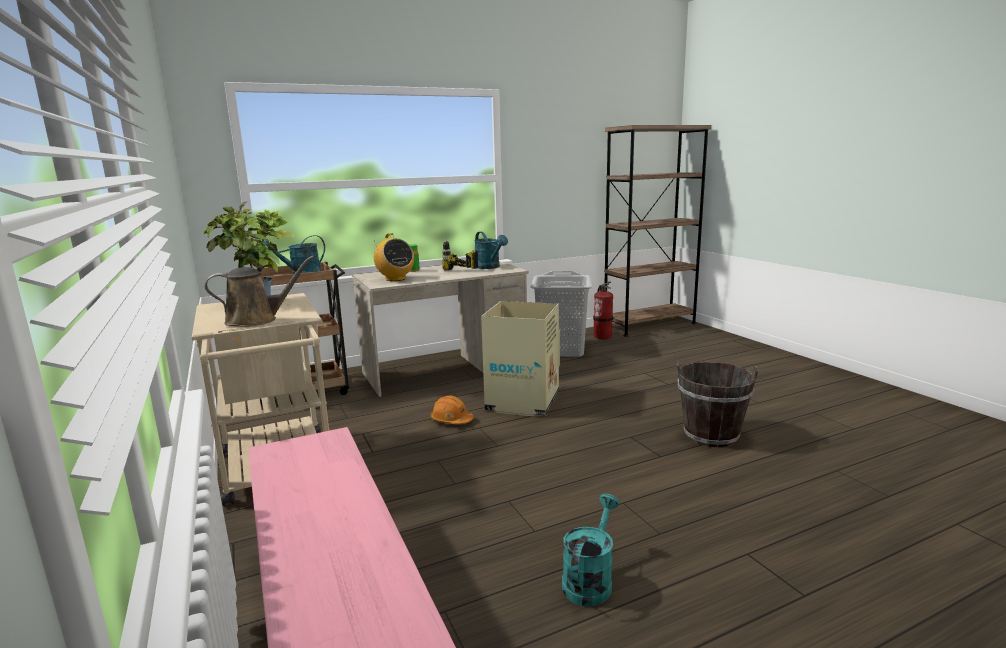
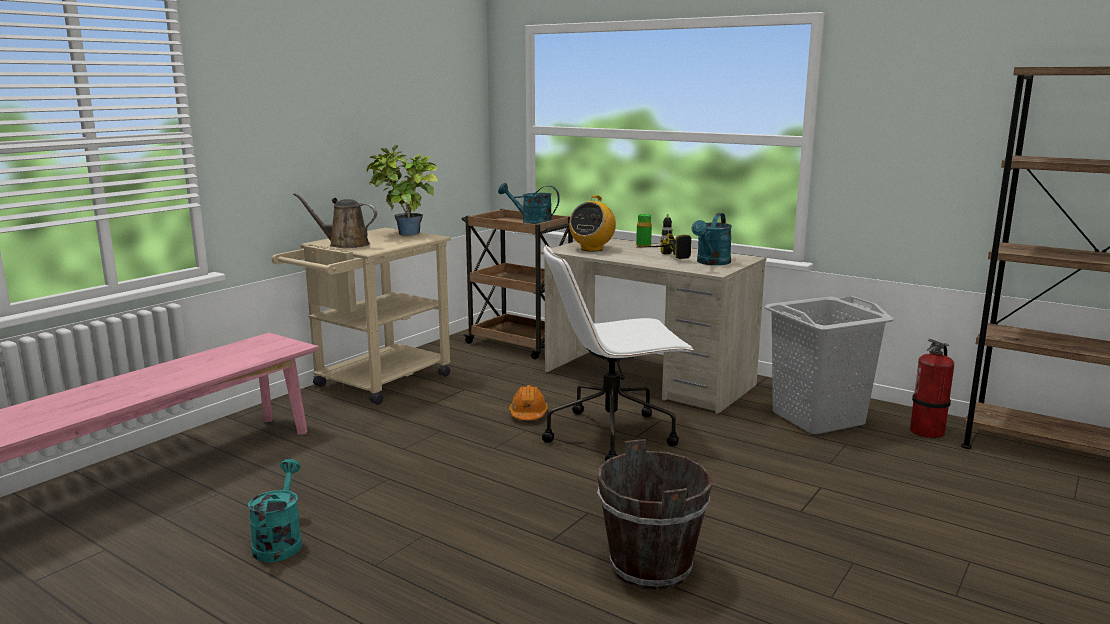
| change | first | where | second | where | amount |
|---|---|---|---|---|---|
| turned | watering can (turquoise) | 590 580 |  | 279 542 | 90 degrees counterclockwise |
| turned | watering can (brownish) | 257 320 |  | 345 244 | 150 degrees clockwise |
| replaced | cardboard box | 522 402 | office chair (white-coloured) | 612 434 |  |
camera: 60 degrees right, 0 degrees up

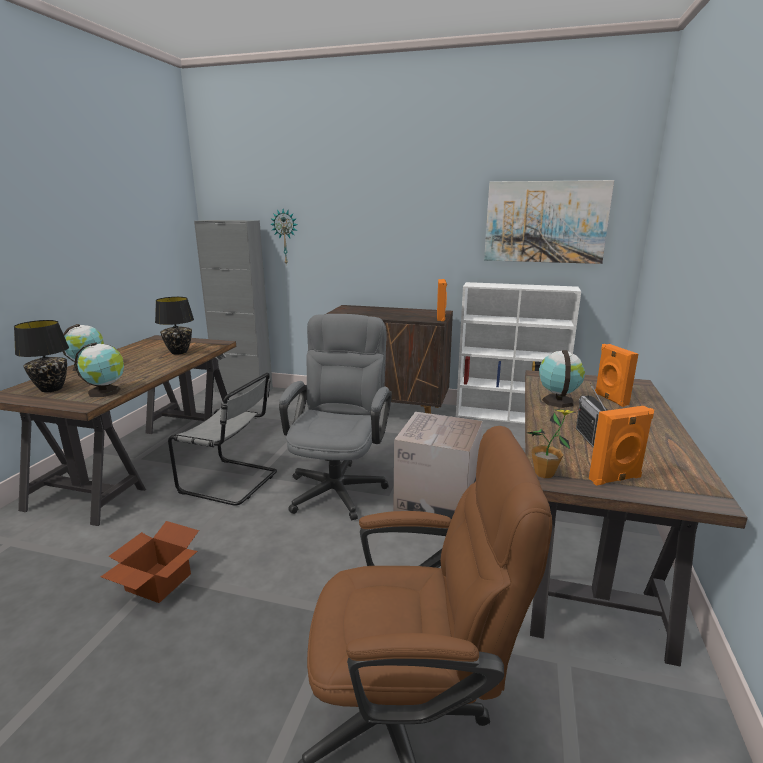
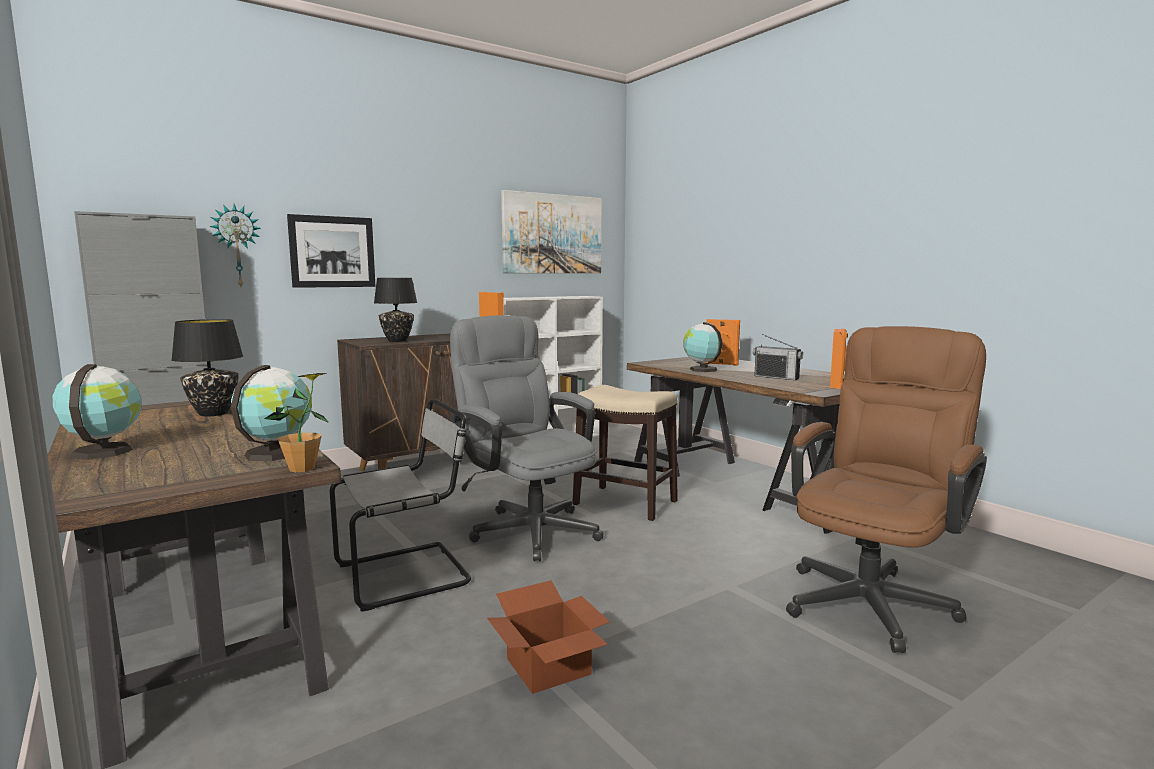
| change | first | where | second | where | amount |
|---|---|---|---|---|---|
| moved | houseplant | 544 473 |  | 302 468 |  |
| added |  |  | wall art | 332 252 |  |
| moved | tabletop lamp (black-coloured) | 52 389 |  | 397 341 |  |
| replaced | cardboard box | 436 499 | stool seat | 624 502 |  |
camera: 50 degrees left, 10 degrees down

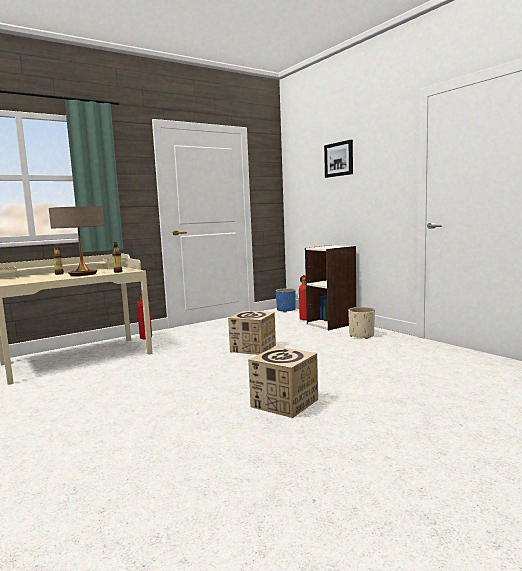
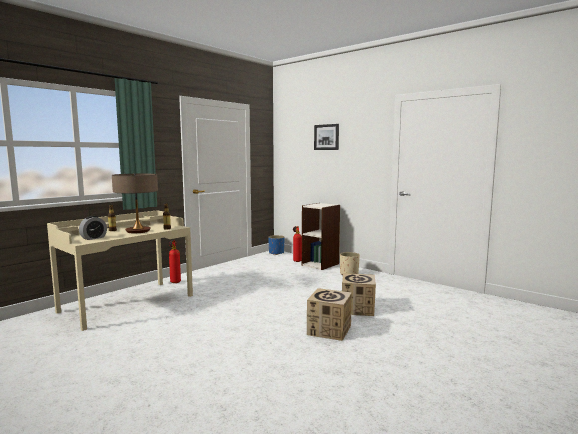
| change | first | where | second | where | amount |
|---|---|---|---|---|---|
| added |  |  | table clock | 93 238 |  |
| moved | cardboard box | 253 348 |  | 357 309 |  |
camera: 15 degrees left, 0 degrees up

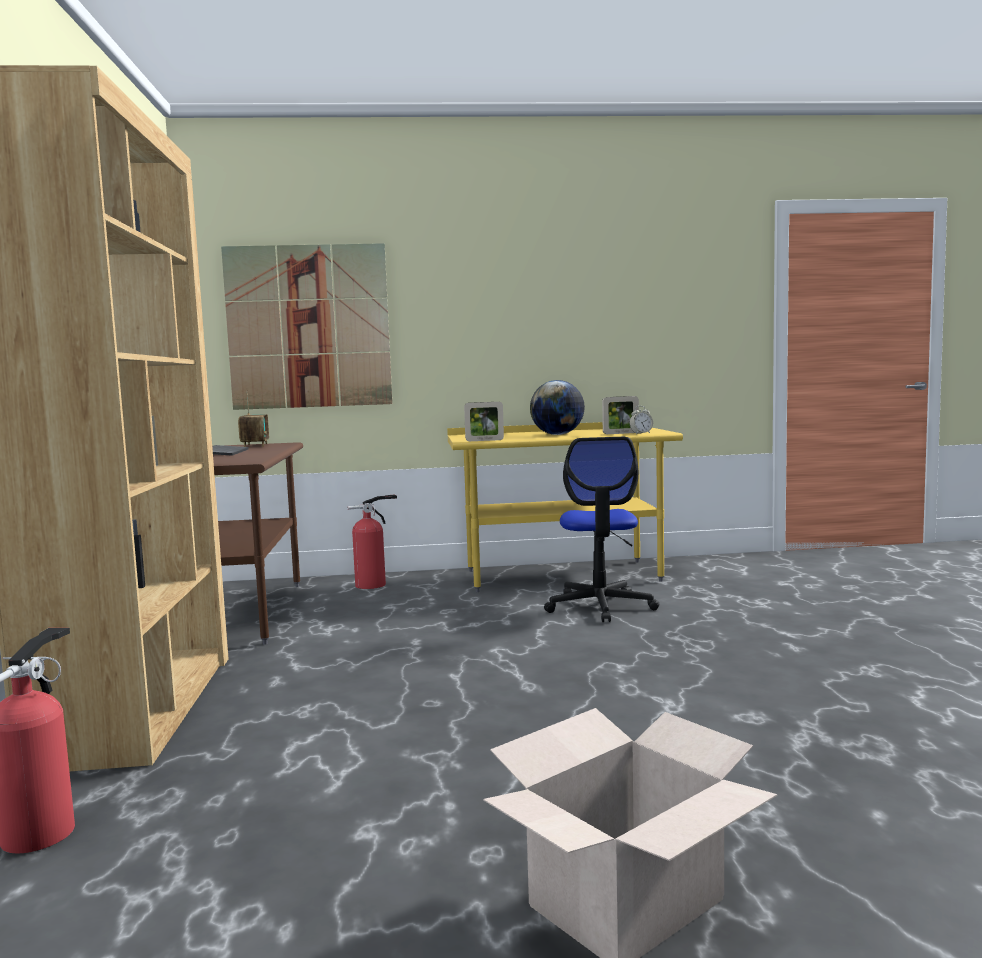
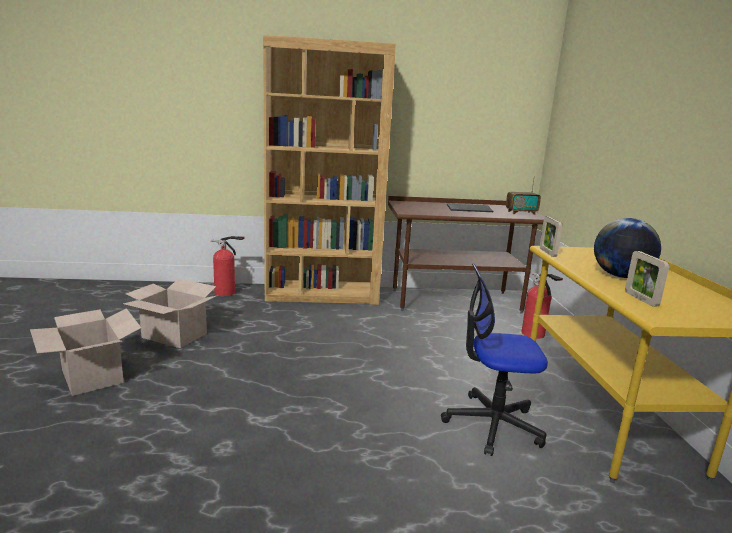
| change | first | where | second | where | amount |
|---|---|---|---|---|---|
| added |  |  | cardboard box | 175 335 |  |
| removed | wall art | 308 327 |  |  |  |
| removed | table clock | 641 433 |  |  |  |
camera: 90 degrees right, 10 degrees up

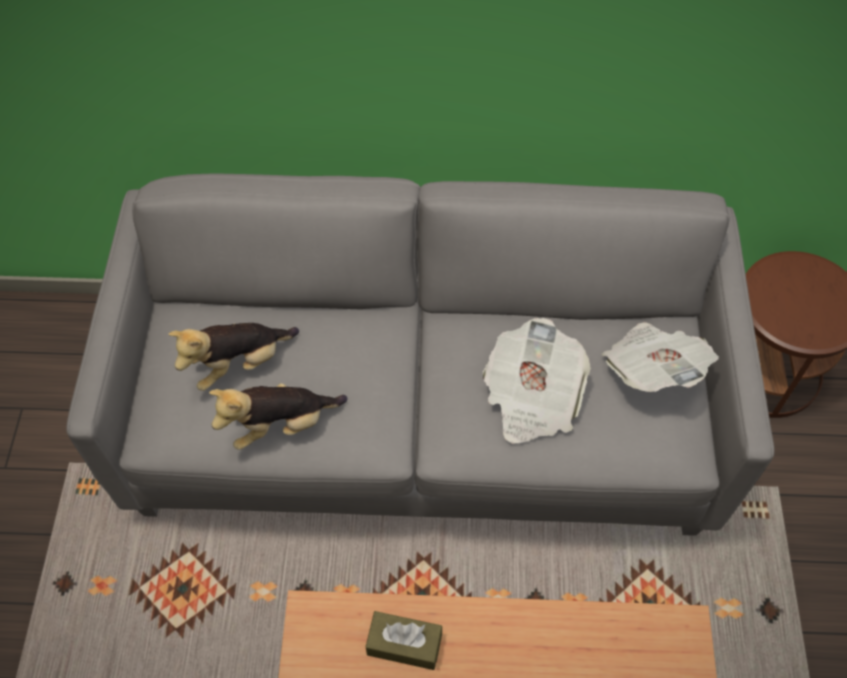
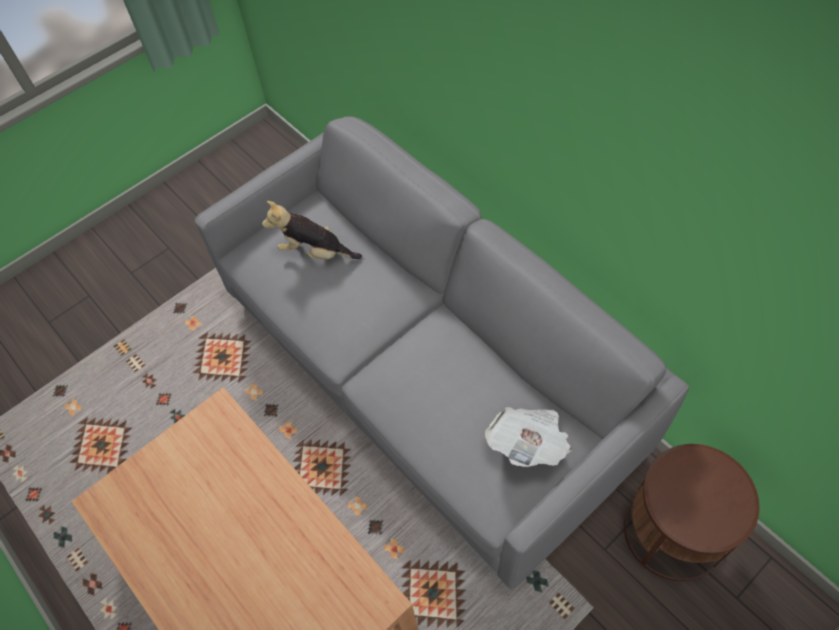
| change | first | where | second | where | amount |
|---|---|---|---|---|---|
| removed | plush toy | 281 425 |  |  |  |
| removed | tissue box (brownish) | 404 644 |  |  |  |
| removed | newspaper | 531 398 |  |  |  |
camera: 50 degrees right, 0 degrees up

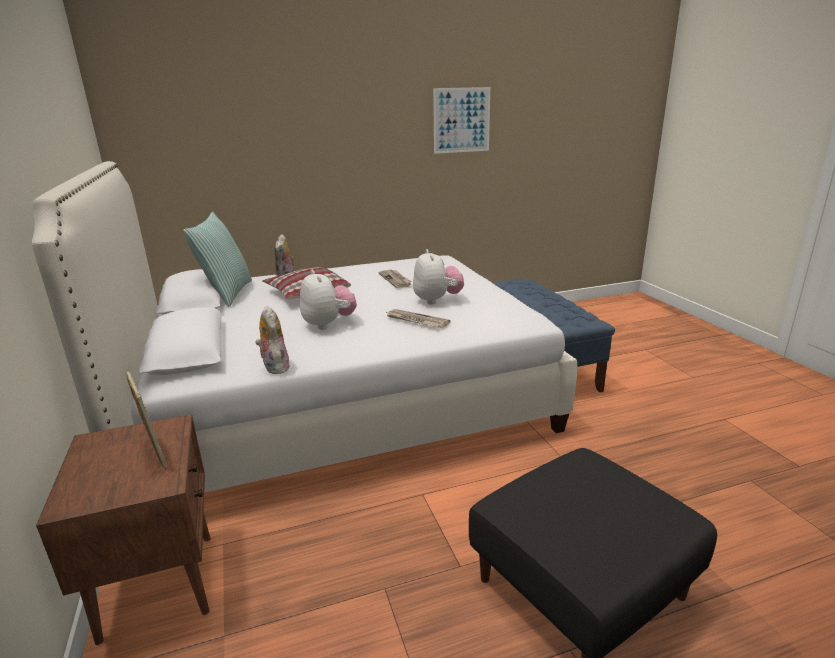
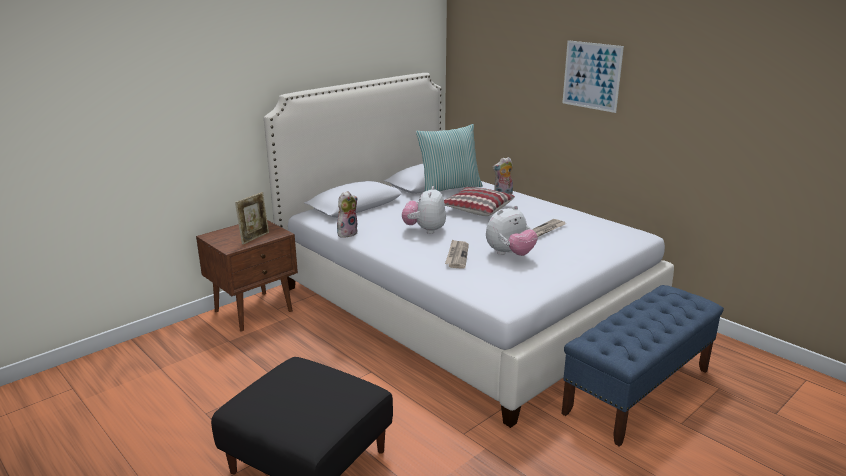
| change | first | where | second | where | amount |
|---|---|---|---|---|---|
| turned | plush toy | 328 324 |  | 425 230 | 150 degrees clockwise |
| moved | wall art | 461 120 |  | 591 76 |  |
camera: 65 degrees right, 0 degrees up

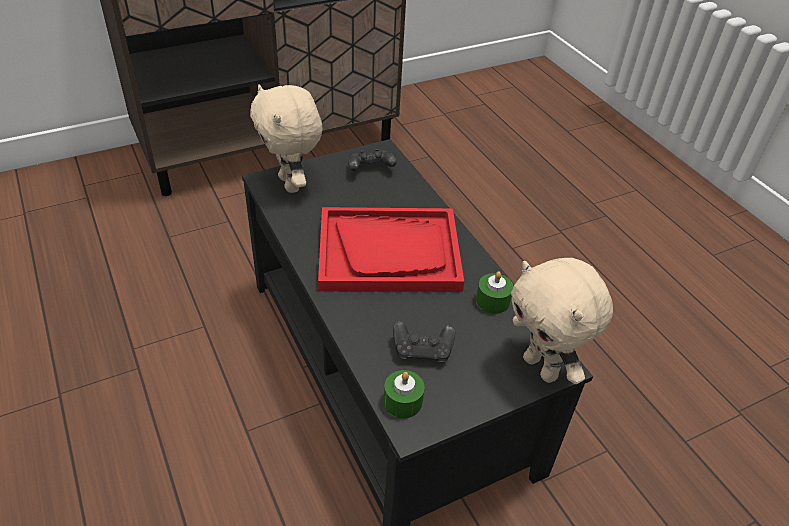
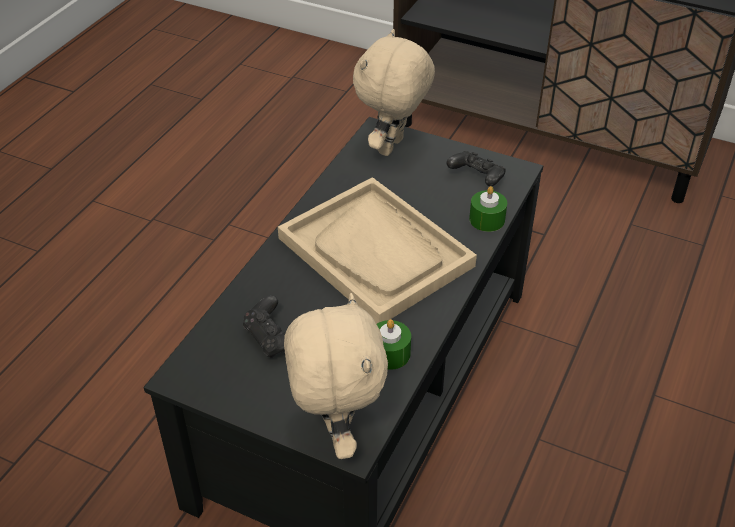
| change | first | where | second | where | amount |
|---|---|---|---|---|---|
| recoloured | carrying tray (reddish) | 389 252 | carrying tray (beige) | 376 252 |  |
| turned | plush toy (beige) | 542 368 |  | 336 432 | 150 degrees clockwise |
| moved | candle (green-coloured) | 403 401 |  | 487 219 |  |
camera: 55 degrees right, 0 degrees up

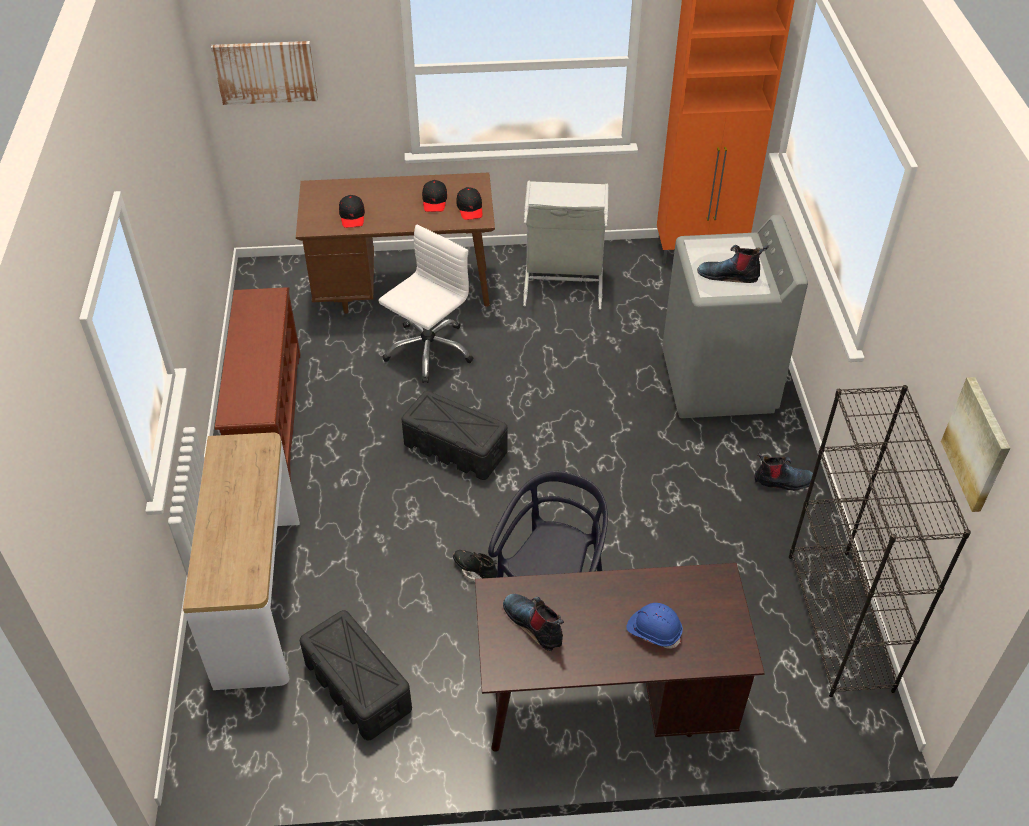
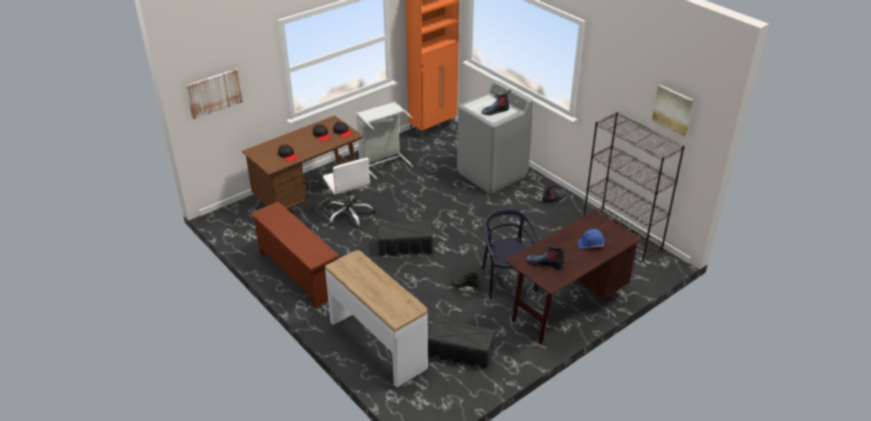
| change | first | where | second | where | amount |
|---|---|---|---|---|---|
| turned | office chair (white-coloured) | 428 350 |  | 349 214 | 150 degrees clockwise |
camera: 35 degrees left, 10 degrees down

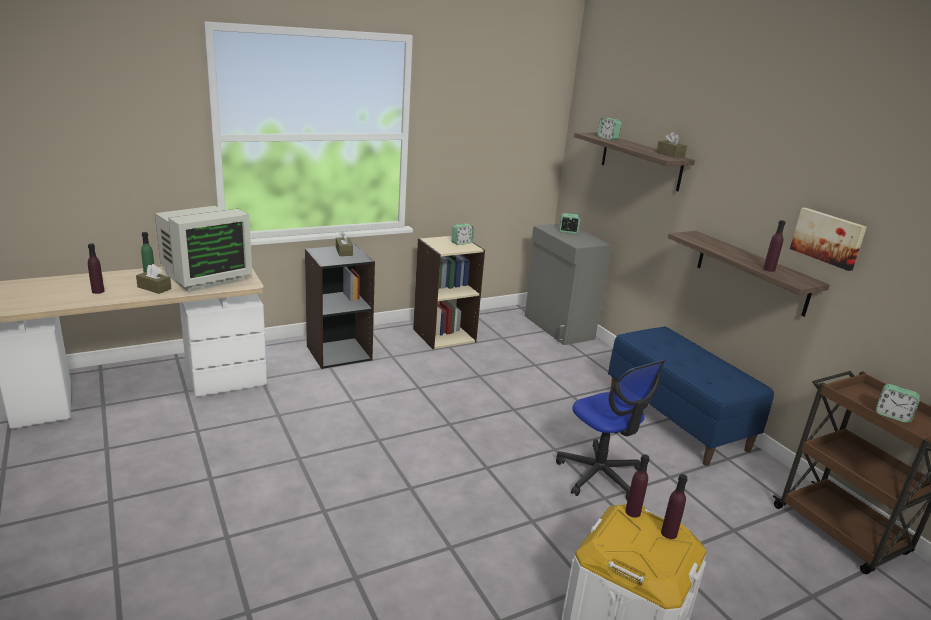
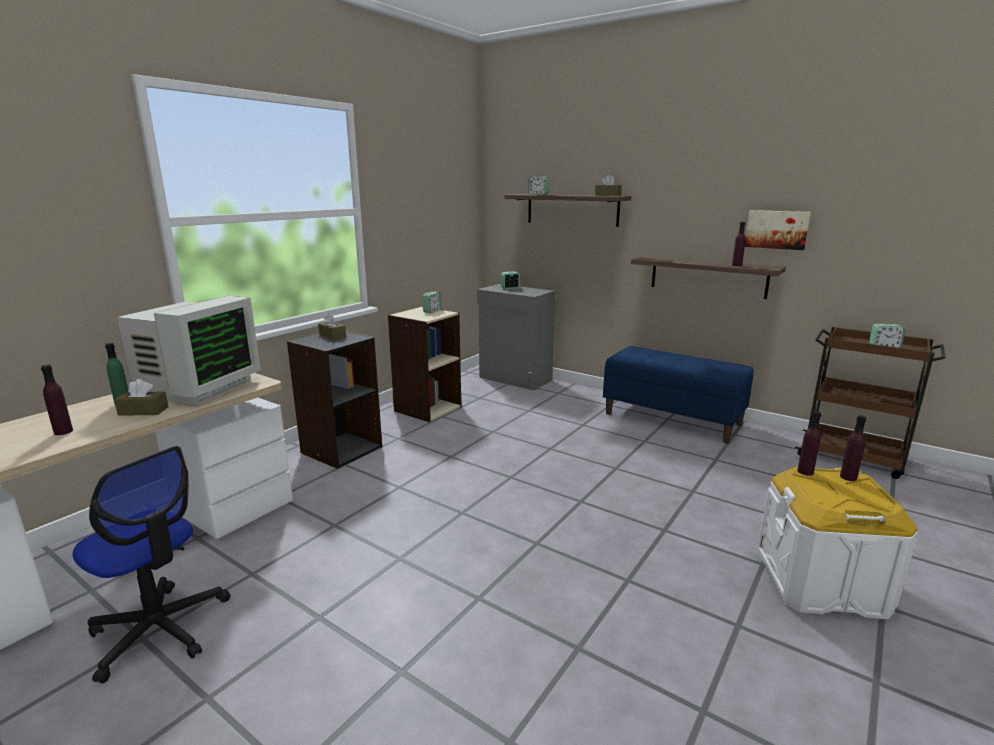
| change | first | where | second | where | amount |
|---|---|---|---|---|---|
| moved | office chair | 600 475 |  | 160 630 |  |
camera: 25 degrees left, 5 degrees down

